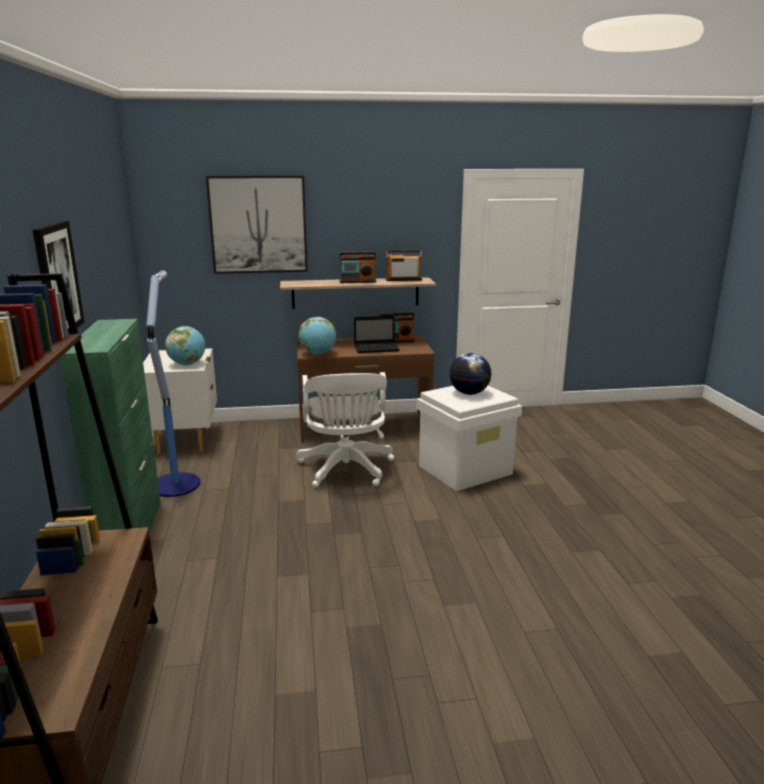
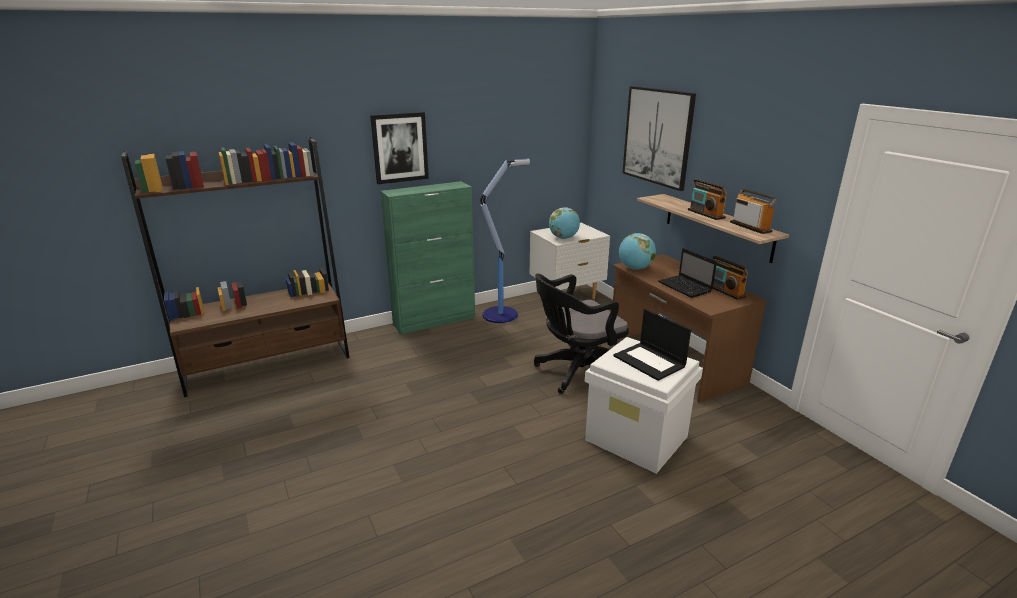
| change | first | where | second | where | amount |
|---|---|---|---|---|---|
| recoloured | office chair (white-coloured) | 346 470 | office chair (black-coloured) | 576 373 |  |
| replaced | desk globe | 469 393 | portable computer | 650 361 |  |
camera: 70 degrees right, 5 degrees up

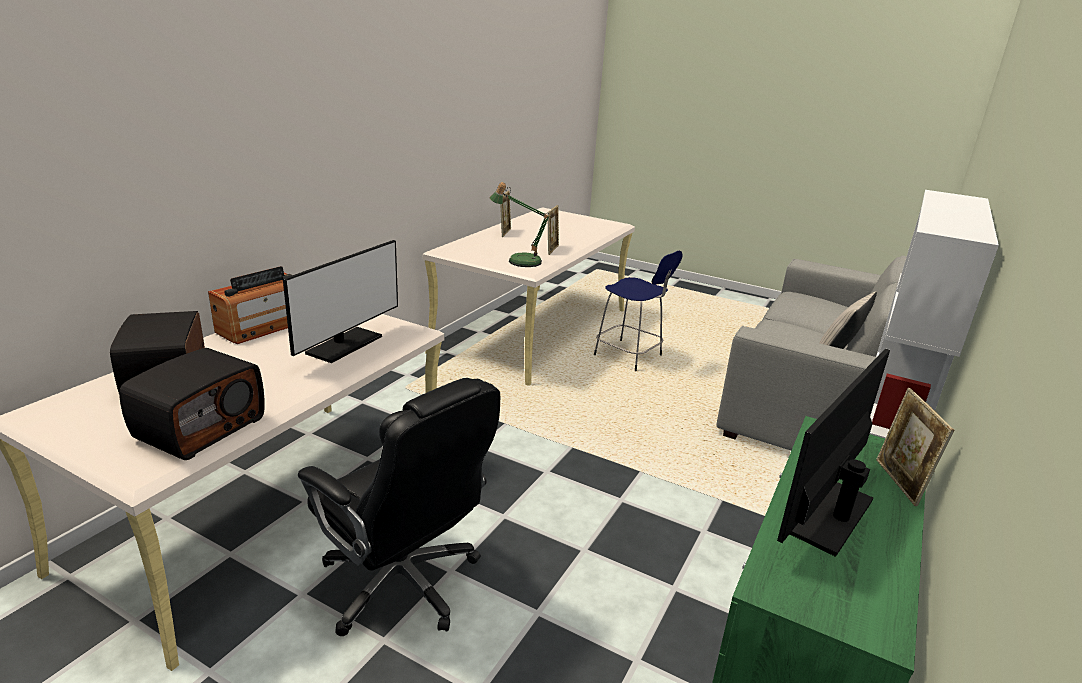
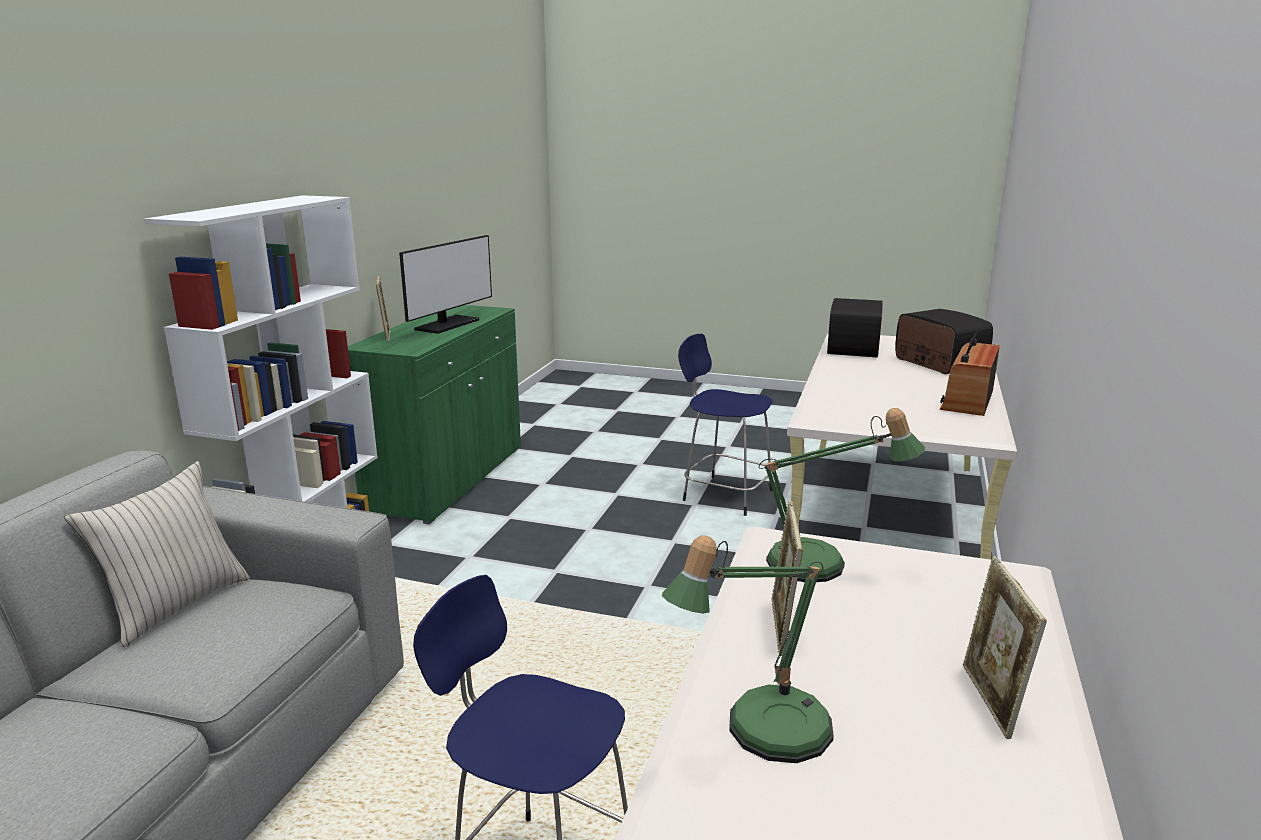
| change | first | where | second | where | amount |
|---|---|---|---|---|---|
| added |  |  | tabletop lamp | 763 732 |  |
| replaced | office chair (black-coloured) | 403 583 | stool seat (blue-coloured) | 724 494 |  |
| removed | monitor | 344 345 |  |  |  |
camera: 170 degrees right, 5 degrees down

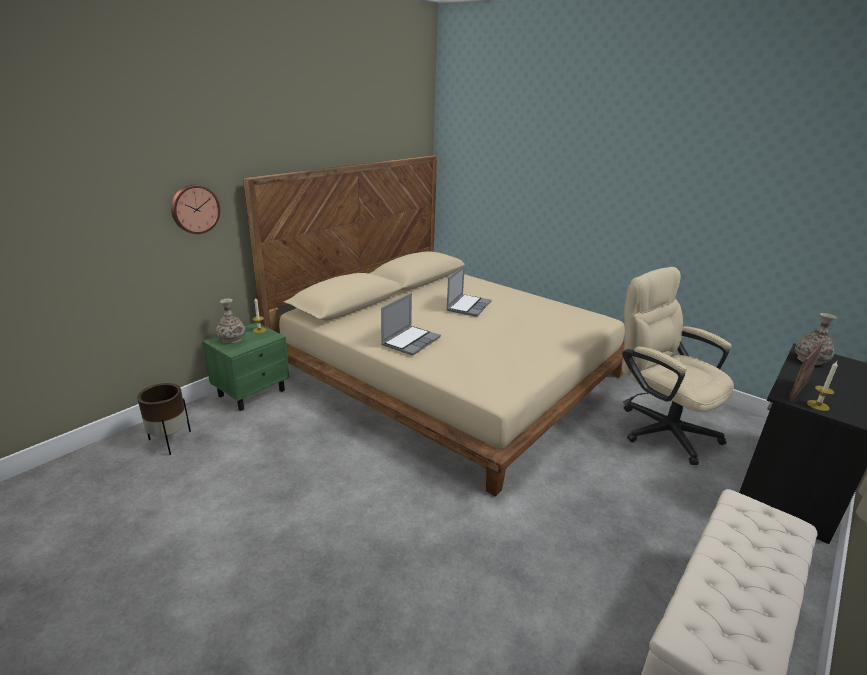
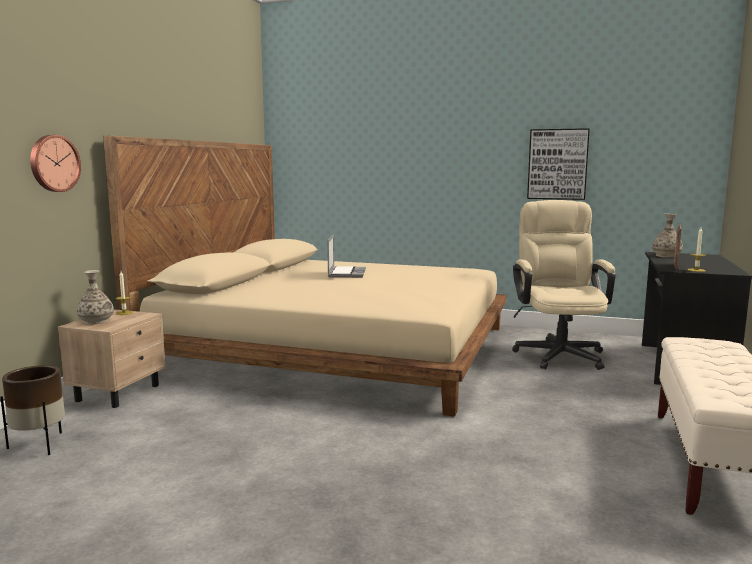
| change | first | where | second | where | amount |
|---|---|---|---|---|---|
| recoloured | night table (green-coloured) | 253 392 | night table (beige) | 119 392 |  |
| turned | office chair (beige) | 659 427 |  | 558 353 | 60 degrees clockwise |
| added |  |  | wall art | 557 164 |  |
| removed | portable computer | 410 341 |  |  |  |
camera: 20 degrees left, 15 degrees down

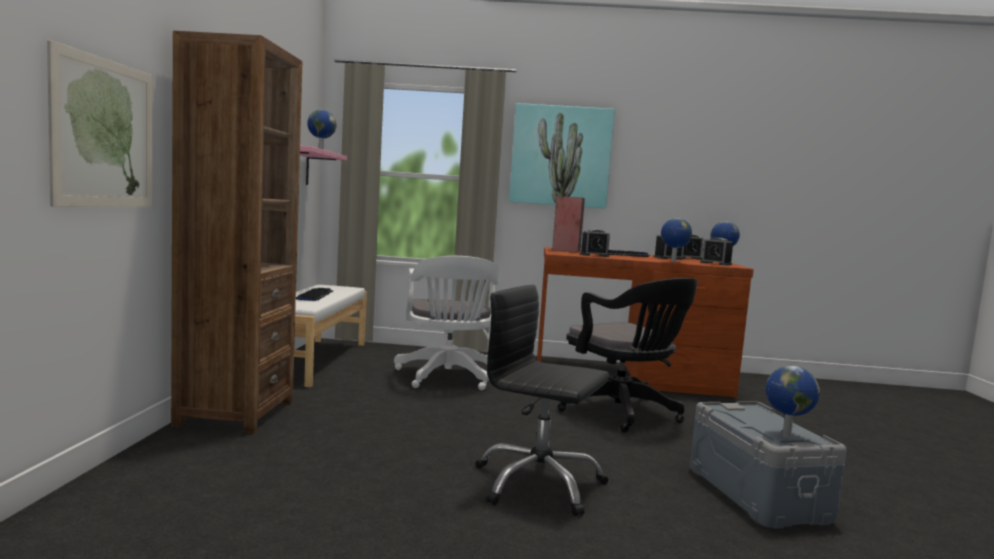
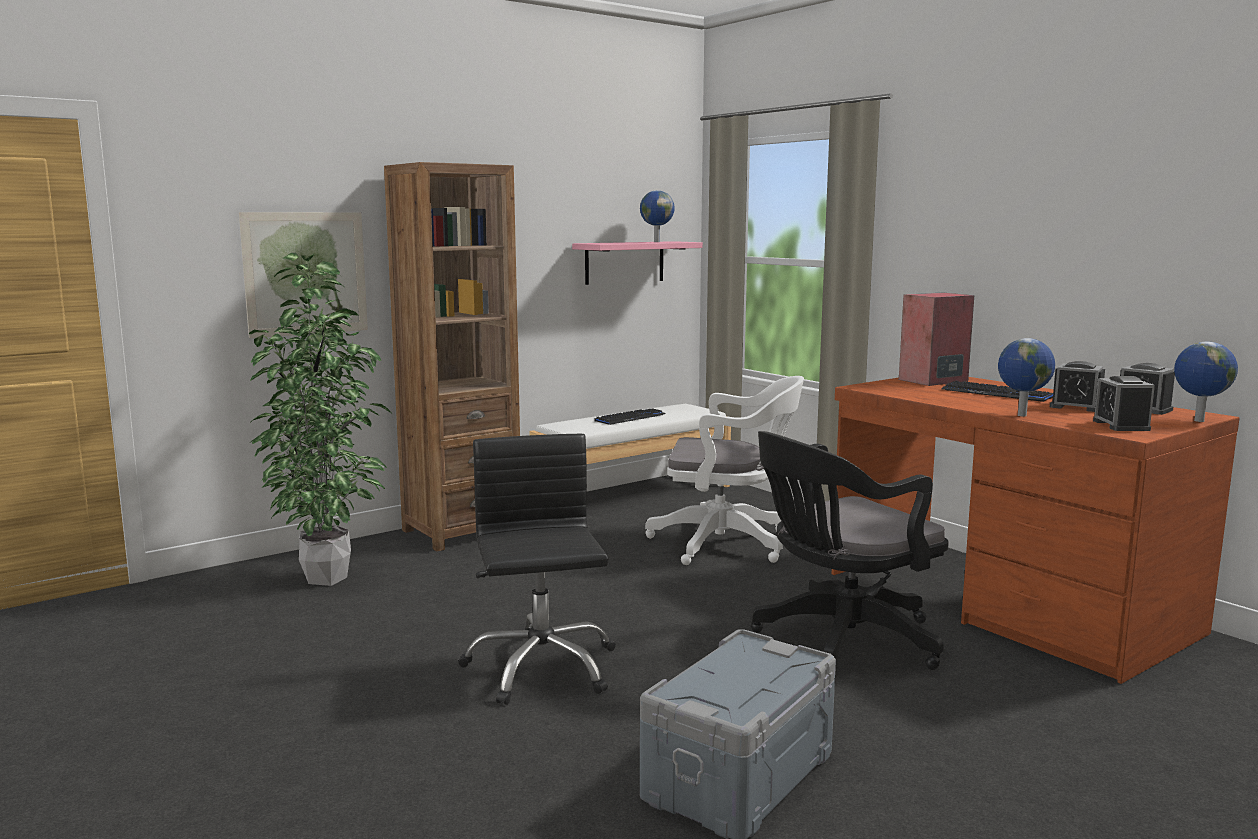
| change | first | where | second | where | amount |
|---|---|---|---|---|---|
| added |  |  | houseplant | 331 577 |  |
| turned | office chair (white-coloured) | 448 378 |  | 727 544 | 120 degrees counterclockwise |
| turned | office chair (black-coloured) | 623 413 |  | 840 641 | 45 degrees clockwise |
| removed | wall art | 560 156 |  |  |  |
| removed | table clock | 594 255 |  |  |  |
| removed | desk globe | 785 436 |  |  |  |
camera: 50 degrees right, 5 degrees up

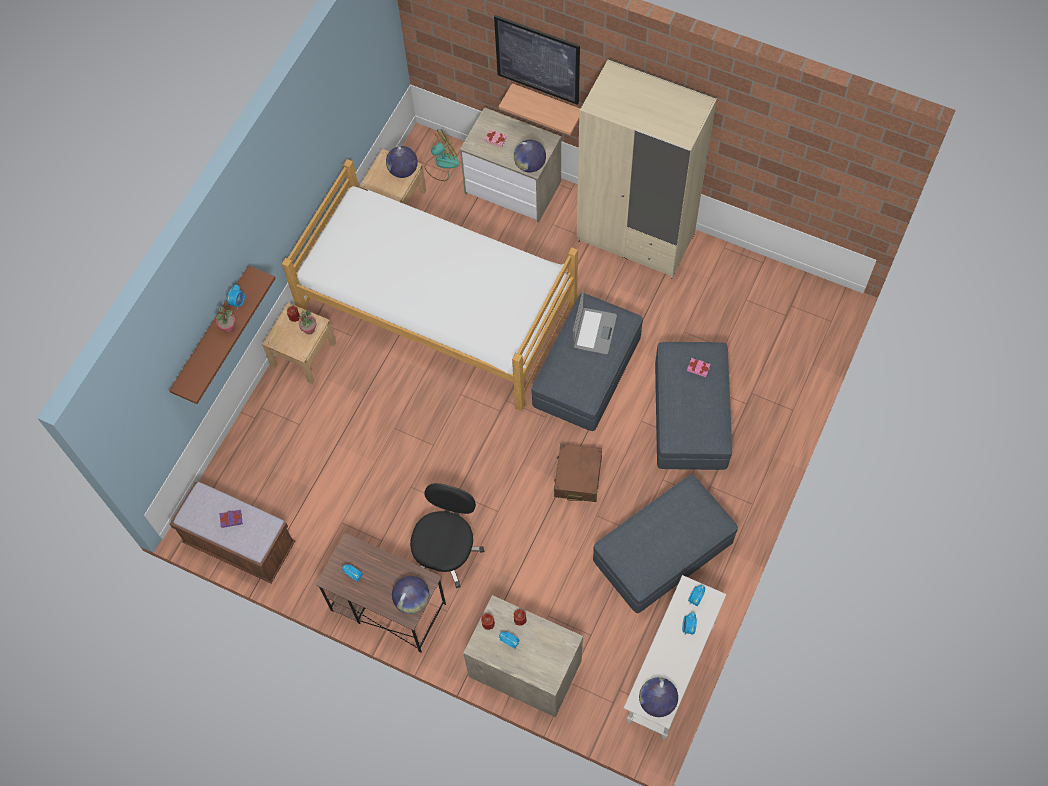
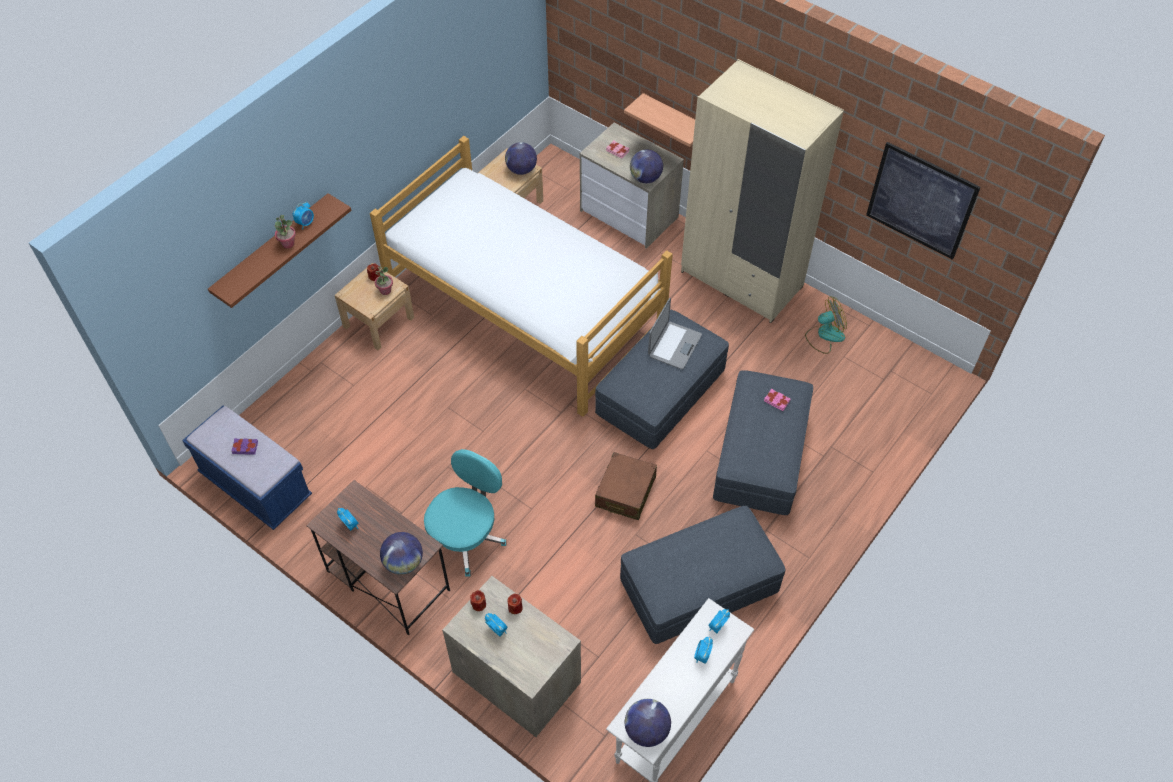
| change | first | where | second | where | amount |
|---|---|---|---|---|---|
| recoloured | long seat (brownish) | 240 544 | long seat (blue-coloured) | 256 486 |  |
| recoloured | office chair (black-coloured) | 446 550 | office chair (turquoise) | 466 537 |  |
| moved | fan | 442 164 |  | 824 335 |  |
| moved | wall art | 537 59 |  | 921 201 |  |
camera: 10 degrees right, 10 degrees down

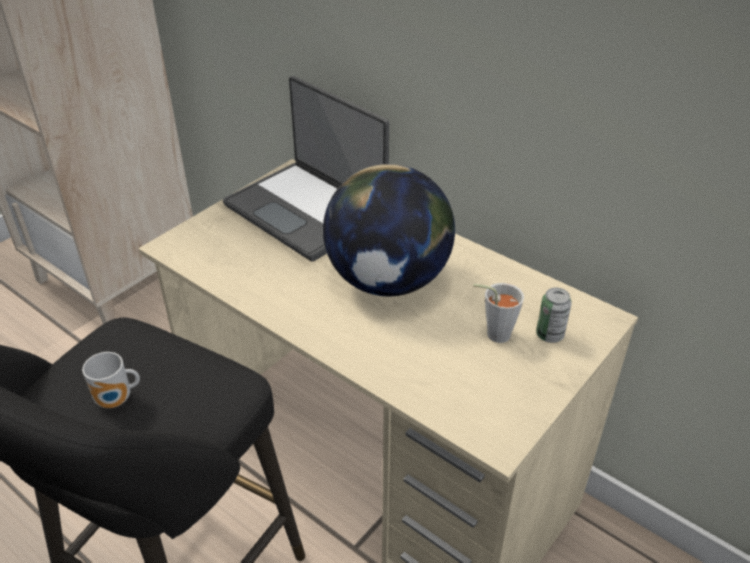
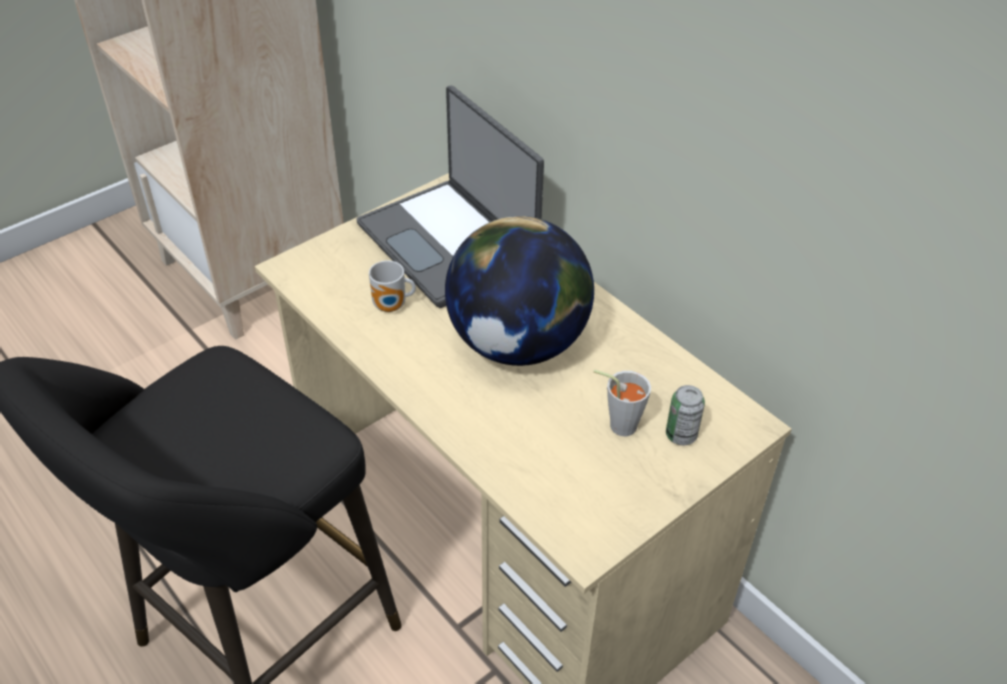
| change | first | where | second | where | amount |
|---|---|---|---|---|---|
| moved | mug | 117 401 |  | 392 307 |  |
camera: 10 degrees right, 5 degrees up

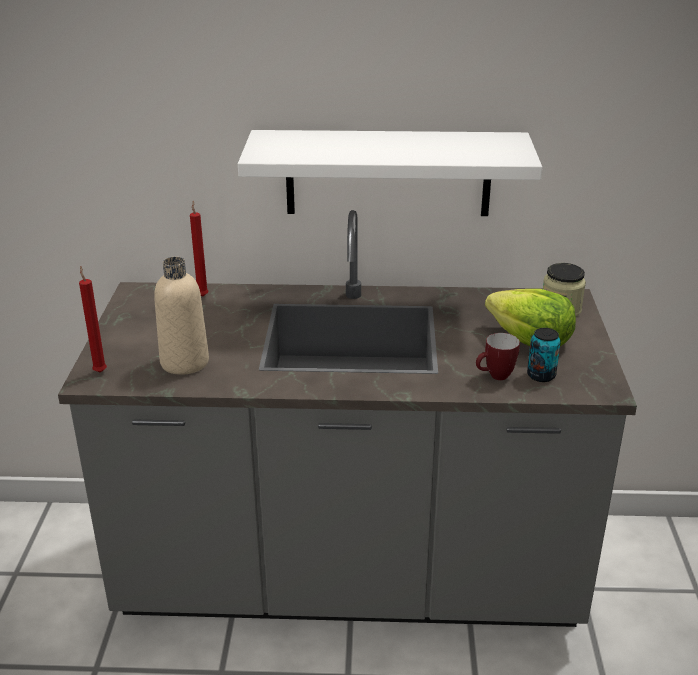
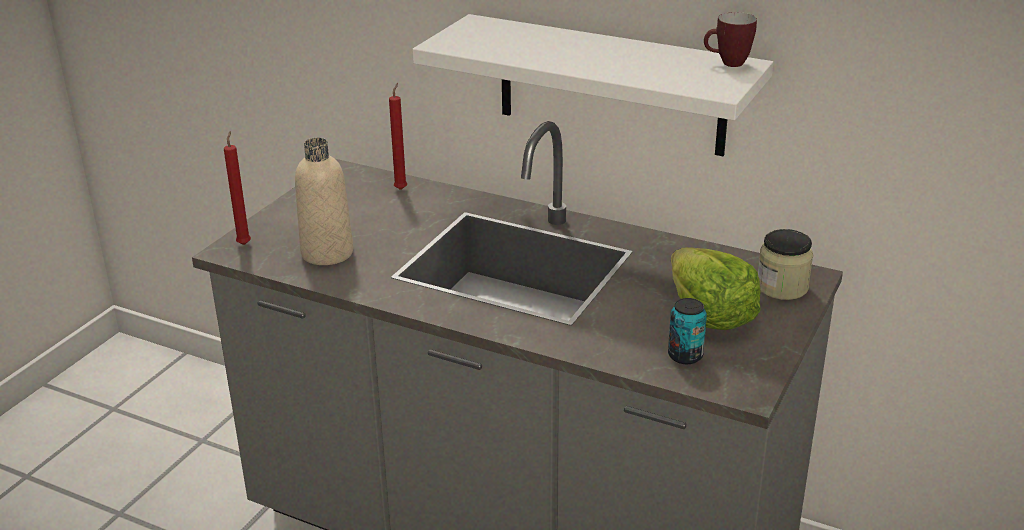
| change | first | where | second | where | amount |
|---|---|---|---|---|---|
| moved | mug | 495 377 |  | 727 64 |  |
camera: 25 degrees right, 0 degrees up

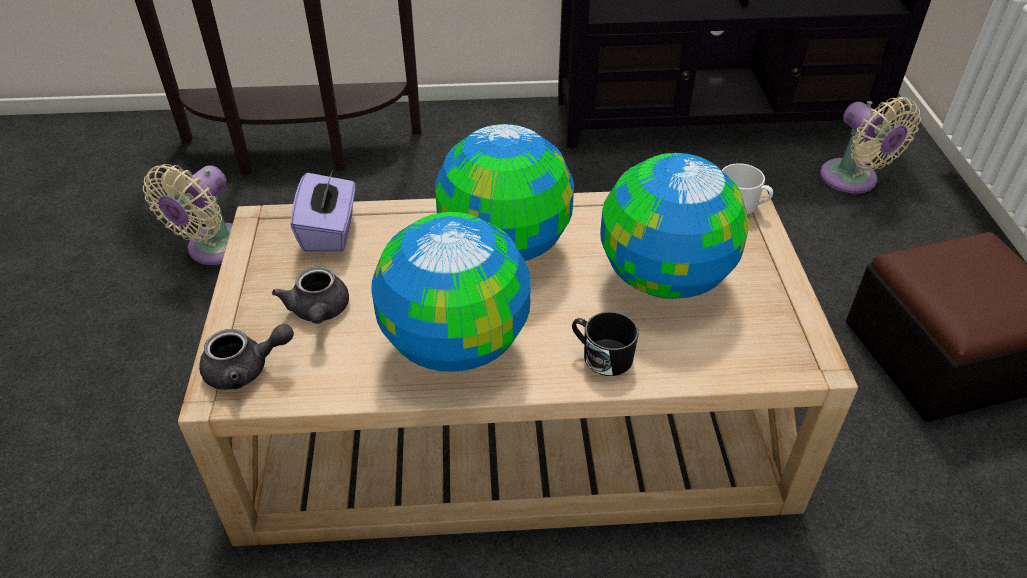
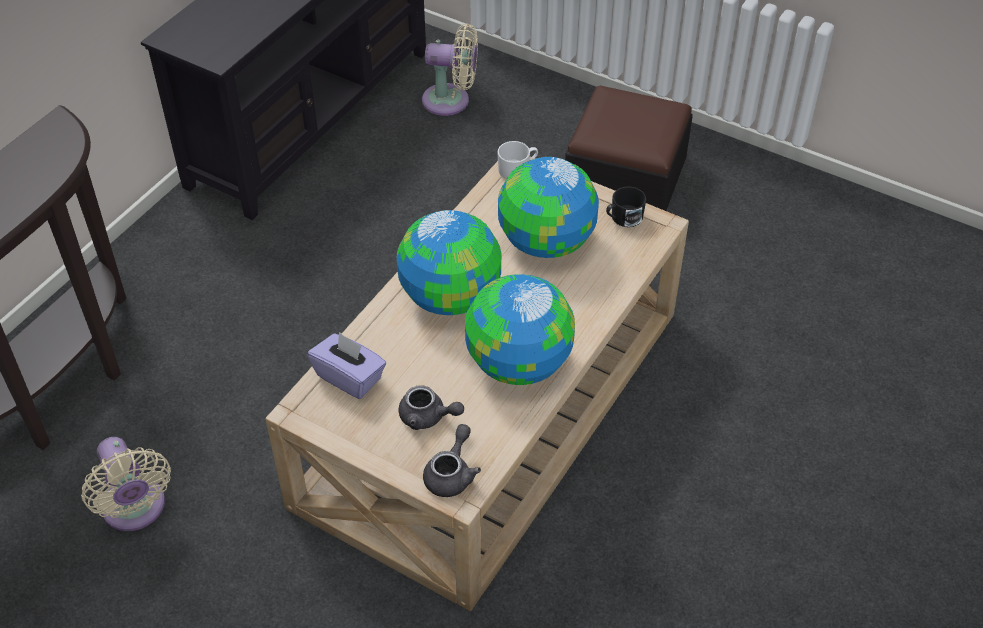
| change | first | where | second | where | amount |
|---|---|---|---|---|---|
| moved | mug (black-coloured) | 601 355 |  | 623 218 |  |
camera: 55 degrees left, 5 degrees up

